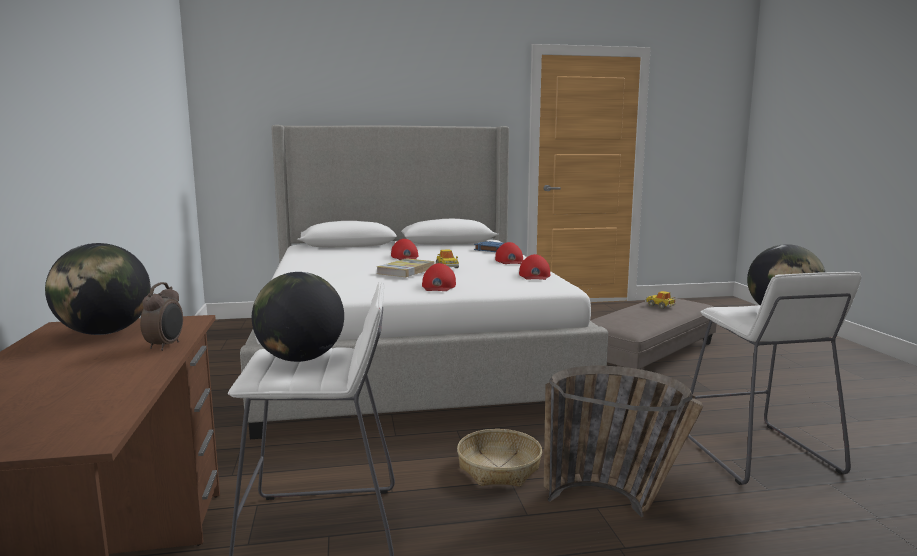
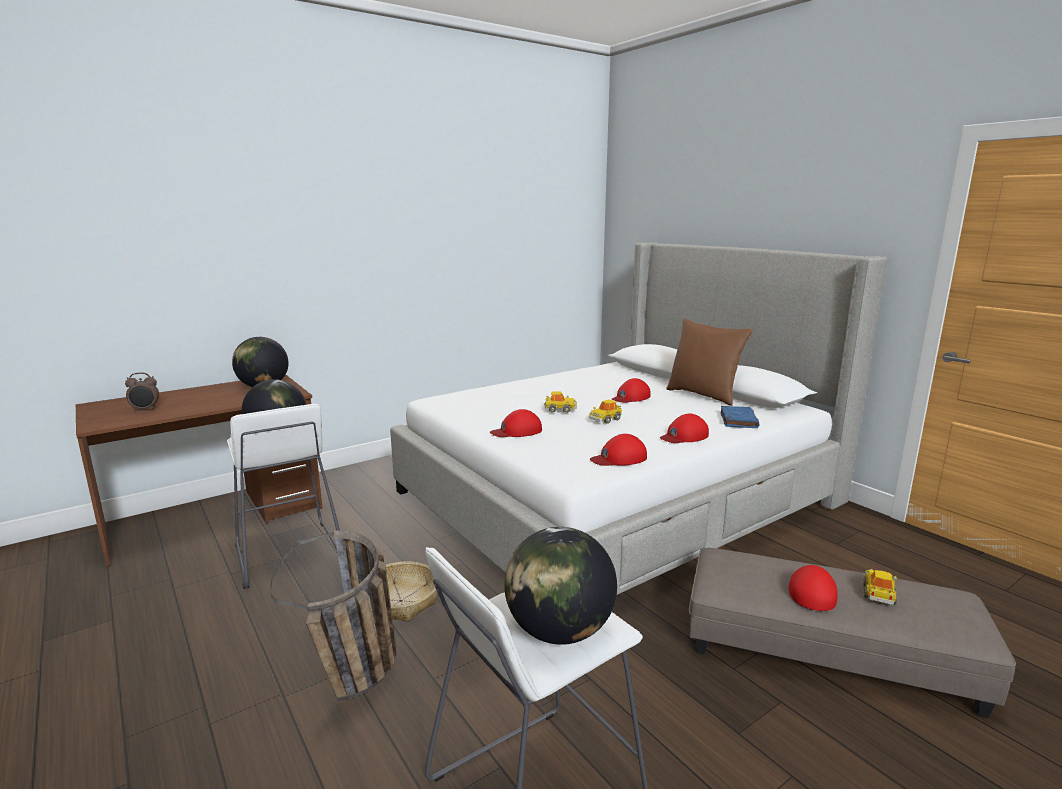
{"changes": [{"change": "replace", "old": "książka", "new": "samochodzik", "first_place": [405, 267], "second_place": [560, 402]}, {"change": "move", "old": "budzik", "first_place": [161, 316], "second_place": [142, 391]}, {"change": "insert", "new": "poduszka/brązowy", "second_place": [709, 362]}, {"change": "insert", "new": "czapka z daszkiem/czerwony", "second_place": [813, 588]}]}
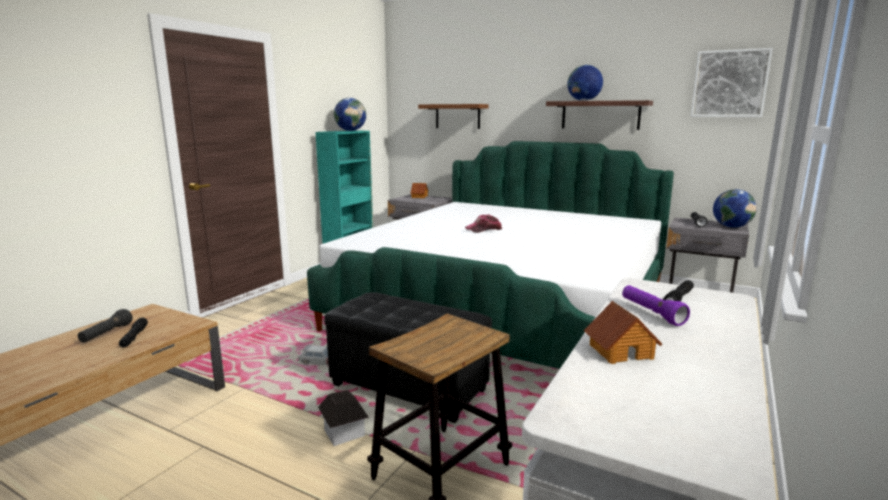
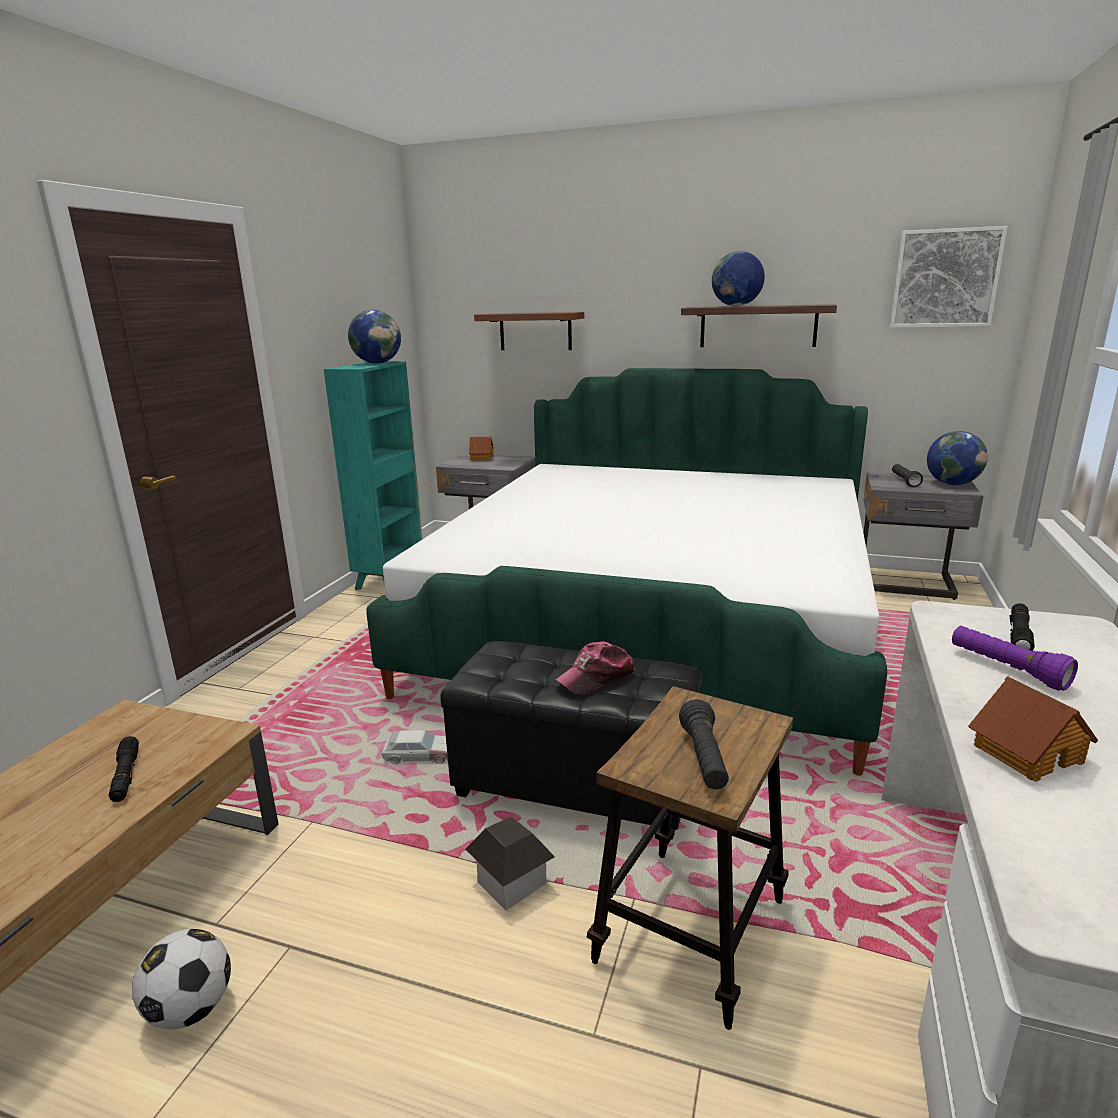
{"changes": [{"change": "move", "old": "czapka z daszkiem", "first_place": [483, 223], "second_place": [595, 668]}, {"change": "move", "old": "latarka/czarny", "first_place": [105, 326], "second_place": [704, 744]}, {"change": "insert", "new": "piłka futbolowa", "second_place": [181, 979]}]}
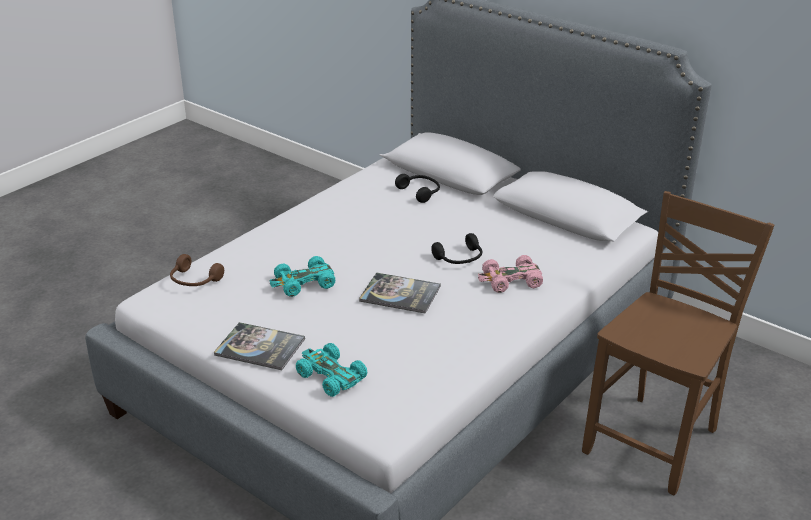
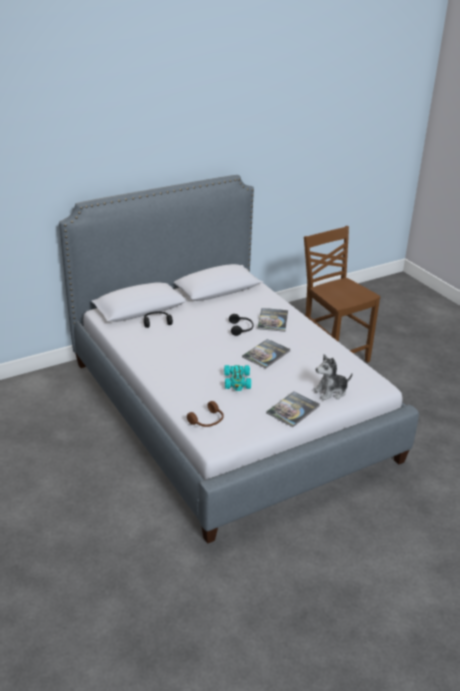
{"changes": [{"change": "replace", "old": "samochodzik/różowy", "new": "książka", "first_place": [510, 274], "second_place": [272, 320]}, {"change": "replace", "old": "samochodzik/turkusowy", "new": "pluszak", "first_place": [331, 370], "second_place": [333, 377]}]}
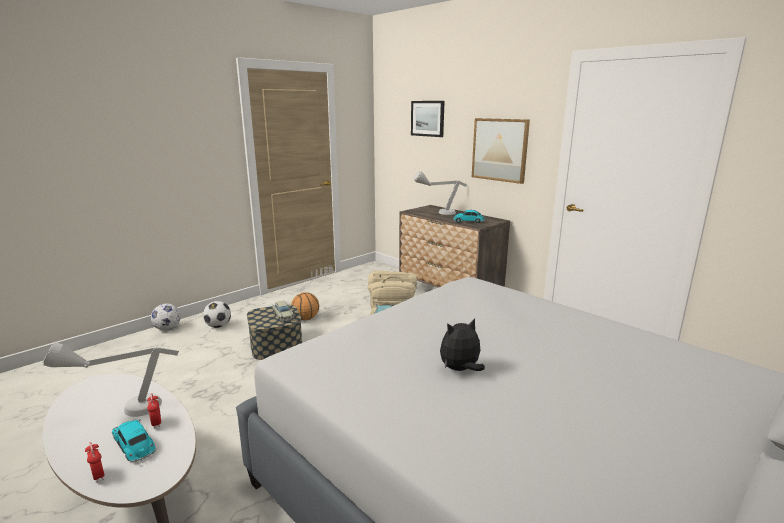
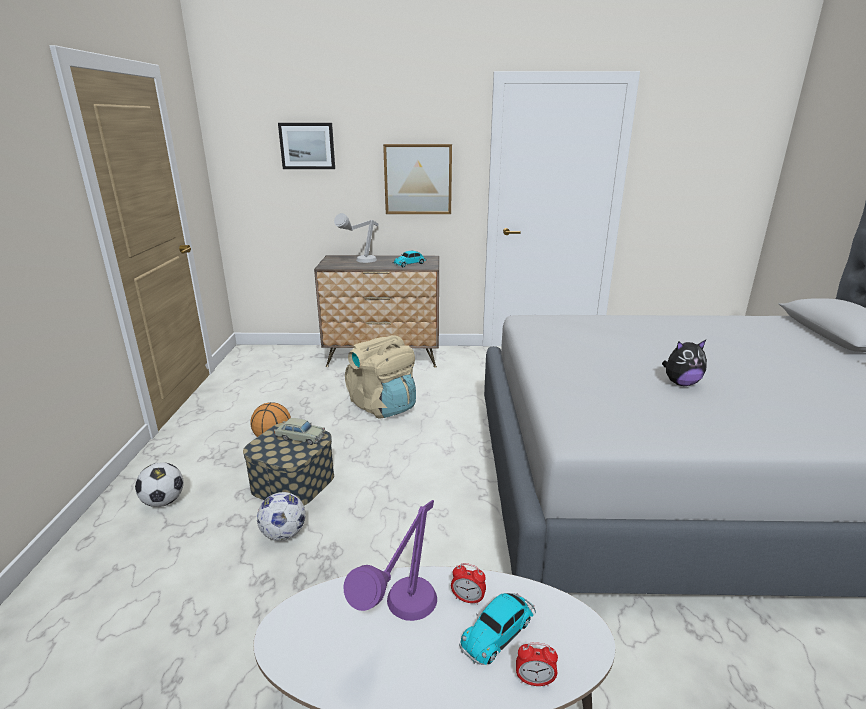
{"changes": [{"change": "move", "old": "piłka futbolowa", "first_place": [166, 317], "second_place": [281, 516]}, {"change": "rotate", "old": "pluszak", "first_place": [462, 344], "second_place": [684, 363], "degrees": -120}, {"change": "recolor", "old": "lampa stołowa/szary", "new": "lampa stołowa/fioletowy", "first_place": [111, 379], "second_place": [390, 560]}, {"change": "rotate", "old": "samochodzik", "first_place": [134, 440], "second_place": [497, 629], "degrees": -45}]}
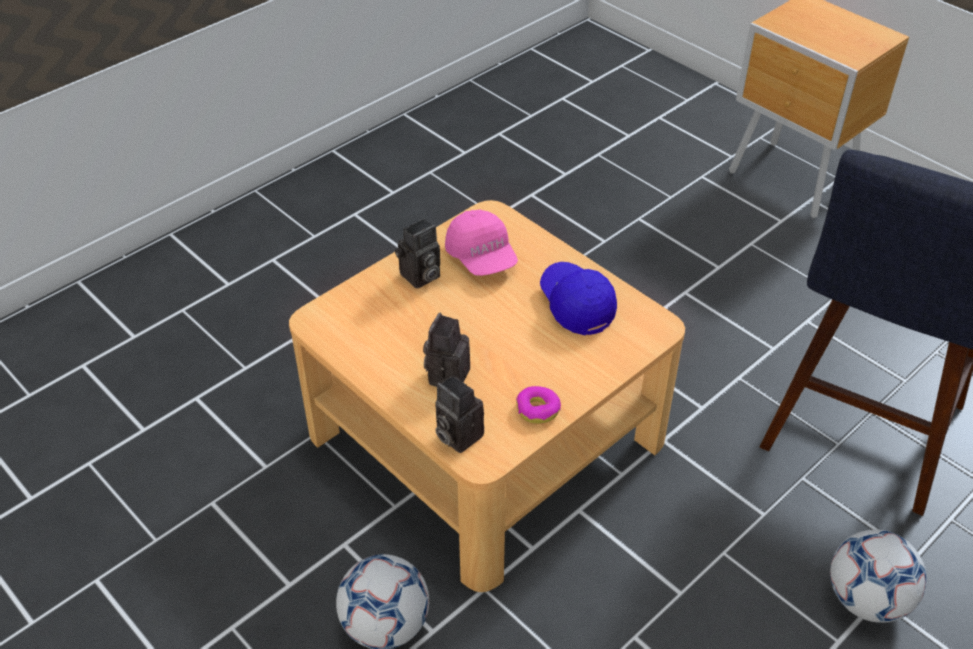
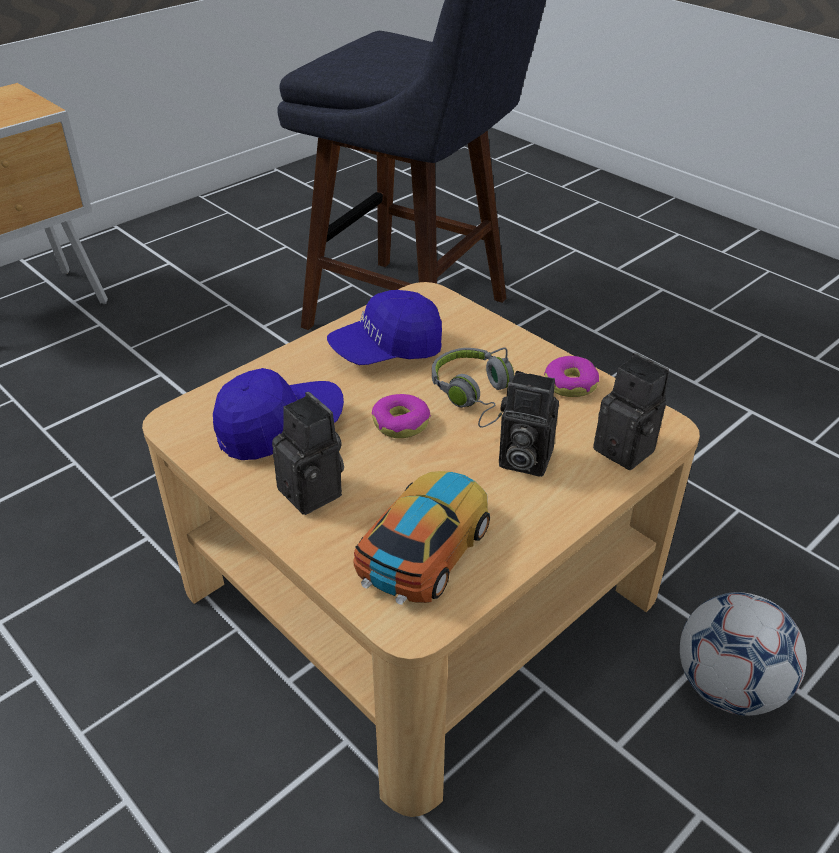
{"changes": [{"change": "recolor", "old": "czapka z daszkiem/różowy", "new": "czapka z daszkiem/niebieski", "first_place": [481, 243], "second_place": [278, 414]}, {"change": "rotate", "old": "aparat fotograficzny", "first_place": [459, 414], "second_place": [631, 411], "degrees": -90}, {"change": "delete", "old": "piłka futbolowa", "first_place": [878, 576]}, {"change": "insert", "new": "słuchawki/szary", "second_place": [473, 387]}, {"change": "insert", "new": "donut", "second_place": [401, 416]}, {"change": "insert", "new": "samochodzik", "second_place": [421, 538]}]}
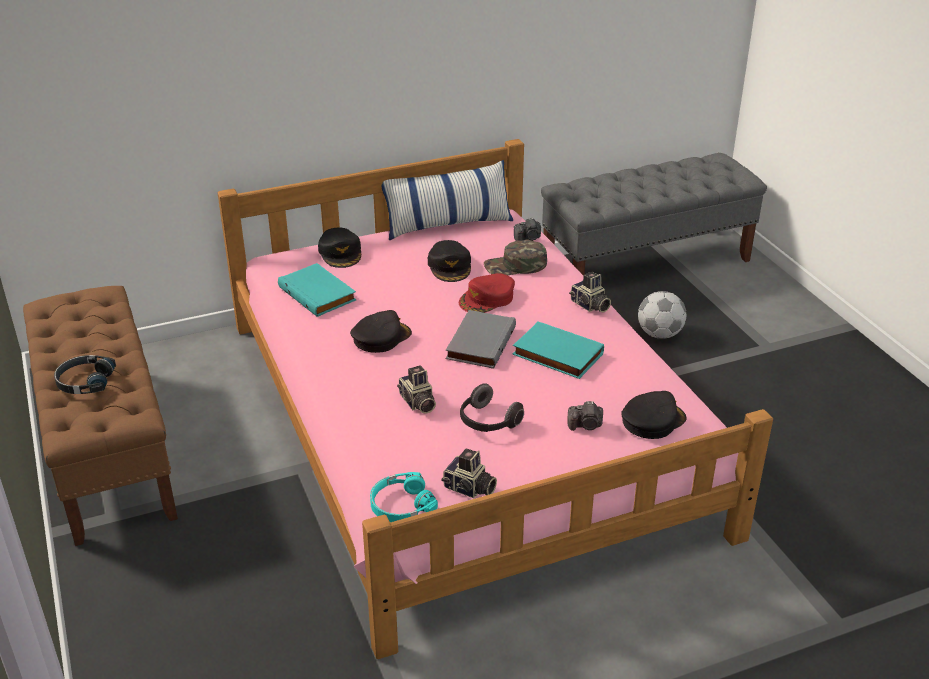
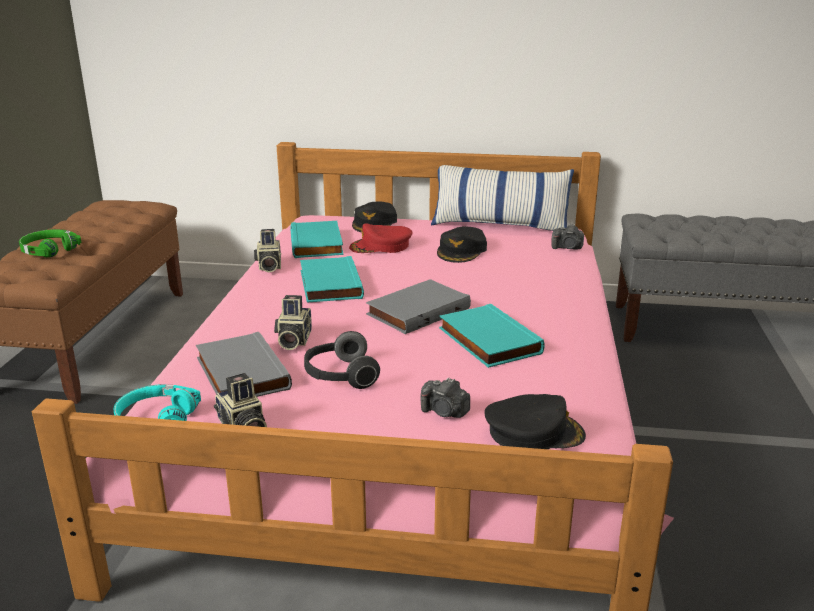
{"changes": [{"change": "delete", "old": "czapka z daszkiem/zielony", "first_place": [515, 257]}, {"change": "move", "old": "aparat fotograficzny", "first_place": [590, 291], "second_place": [267, 251]}, {"change": "move", "old": "czapka z daszkiem/czerwony", "first_place": [487, 293], "second_place": [380, 238]}, {"change": "delete", "old": "piłka futbolowa", "first_place": [662, 315]}, {"change": "replace", "old": "czapka z daszkiem/czarny", "new": "książka/turkusowy", "first_place": [381, 331], "second_place": [332, 279]}, {"change": "recolor", "old": "słuchawki/czarny", "new": "słuchawki/zielony", "first_place": [85, 374], "second_place": [50, 243]}, {"change": "insert", "new": "książka/szary", "second_place": [244, 364]}]}
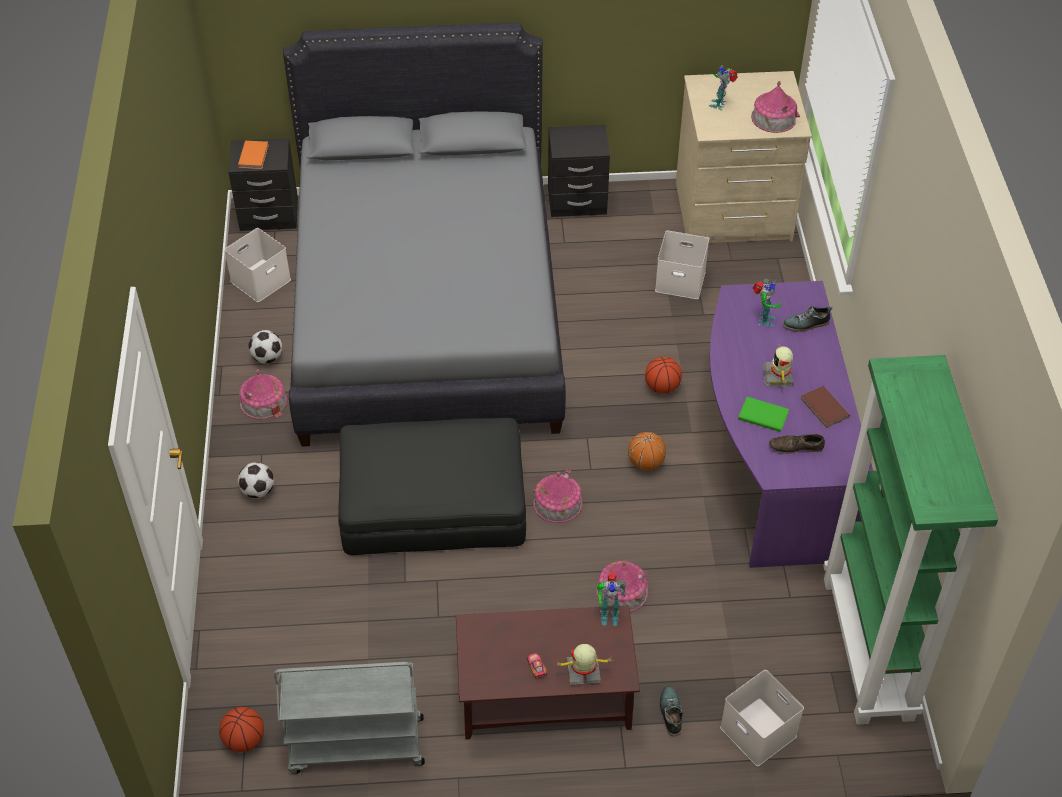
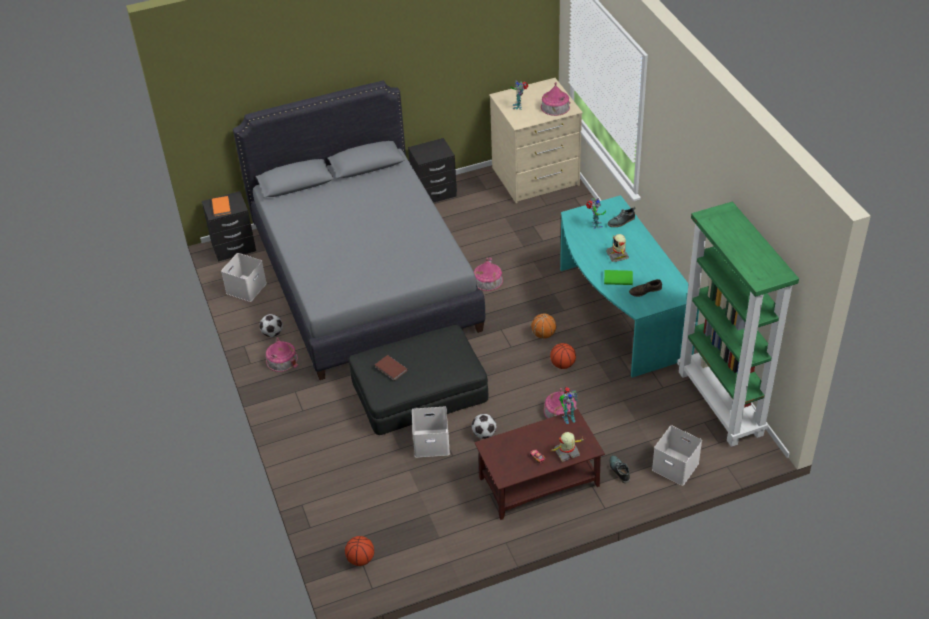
{"changes": [{"change": "move", "old": "pojemnik do przechowywania/biały", "first_place": [682, 264], "second_place": [431, 432]}, {"change": "recolor", "old": "biurko/fioletowy", "new": "biurko/turkusowy", "first_place": [791, 424], "second_place": [629, 286]}, {"change": "move", "old": "piłka do koszykówki", "first_place": [663, 375], "second_place": [563, 356]}, {"change": "move", "old": "książka/brązowy", "first_place": [825, 407], "second_place": [391, 368]}, {"change": "move", "old": "piłka futbolowa", "first_place": [256, 480], "second_place": [484, 426]}, {"change": "move", "old": "domek", "first_place": [558, 495], "second_place": [488, 274]}, {"change": "delete", "old": "wózek/szary", "first_place": [349, 718]}]}
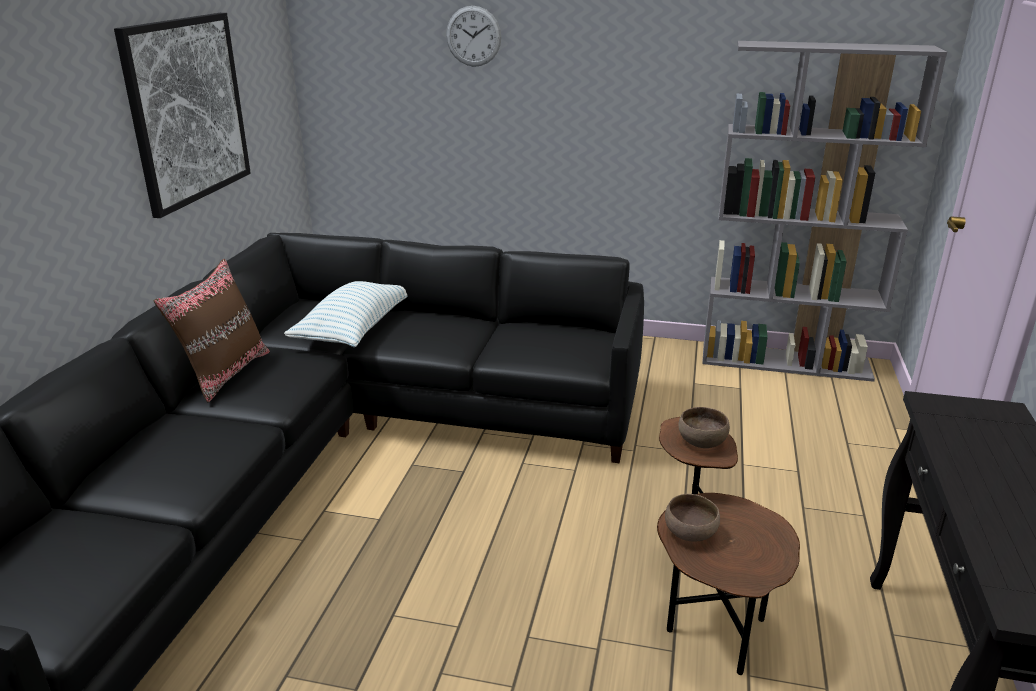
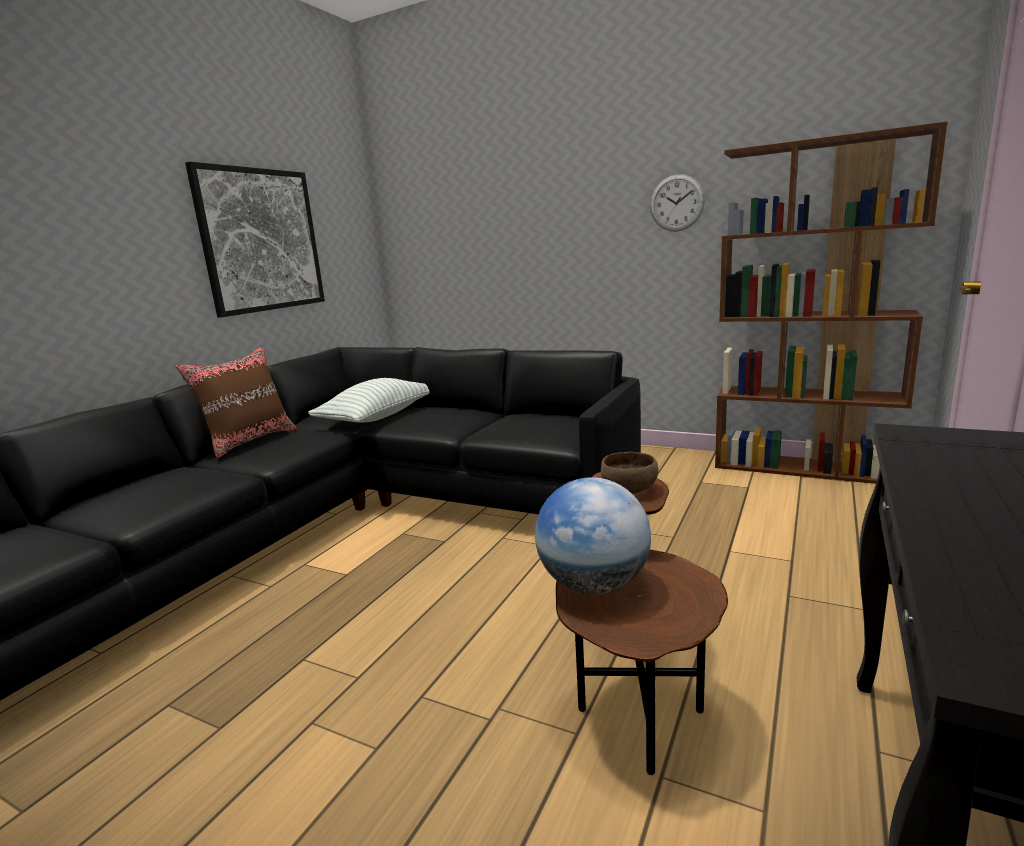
{"changes": [{"change": "move", "old": "zegar ścienny", "first_place": [473, 36], "second_place": [677, 203]}, {"change": "recolor", "old": "regał/szary", "new": "regał/brązowy", "first_place": [824, 211], "second_place": [831, 302]}, {"change": "replace", "old": "miska/brązowy", "new": "globus", "first_place": [692, 517], "second_place": [593, 536]}]}
